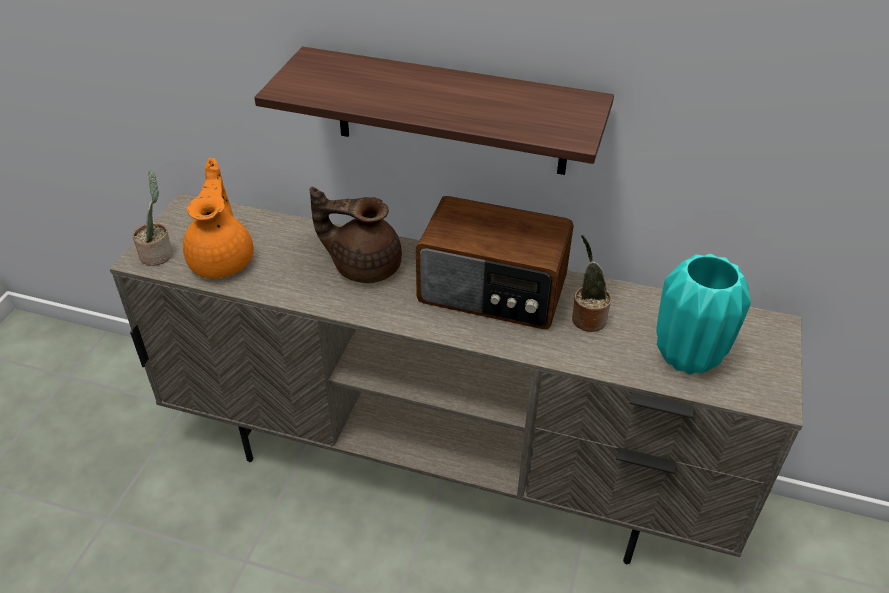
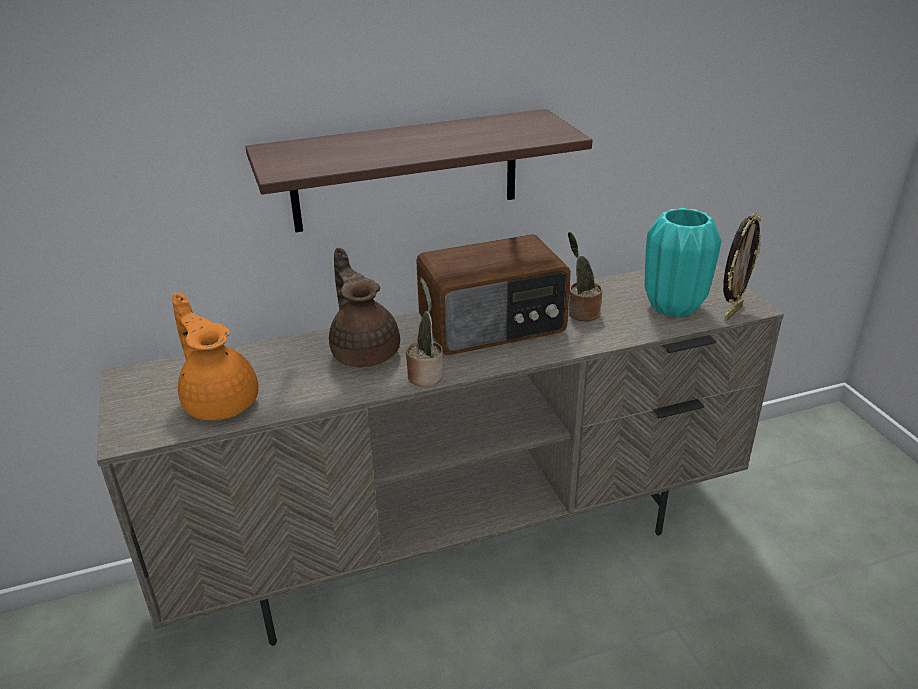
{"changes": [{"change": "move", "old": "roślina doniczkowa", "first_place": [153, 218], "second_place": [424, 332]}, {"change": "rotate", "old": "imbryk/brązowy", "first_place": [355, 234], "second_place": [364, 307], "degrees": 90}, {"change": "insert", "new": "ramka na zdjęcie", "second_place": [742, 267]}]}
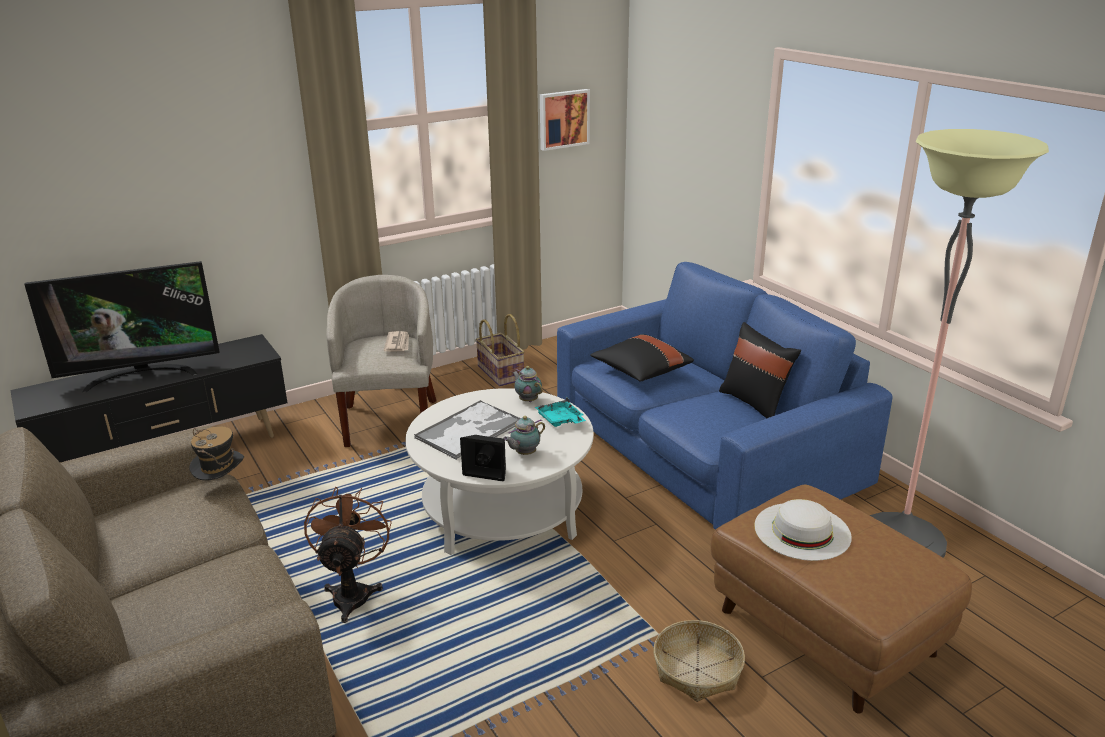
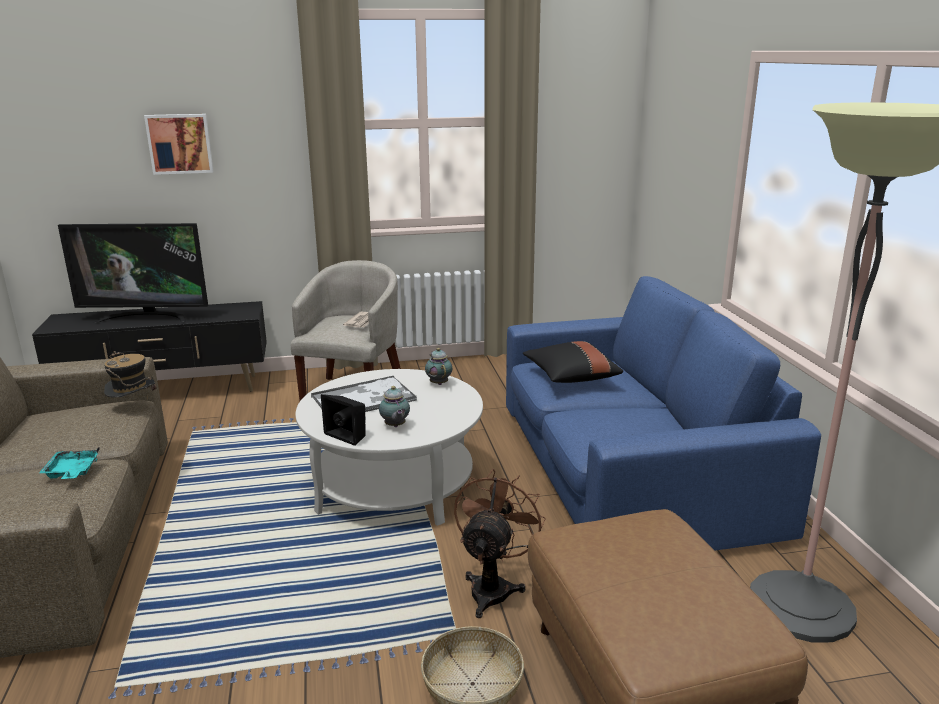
{"changes": [{"change": "move", "old": "obraz", "first_place": [565, 120], "second_place": [179, 144]}, {"change": "delete", "old": "koszyk", "first_place": [500, 350]}, {"change": "delete", "old": "poduszka/czarny", "first_place": [760, 370]}, {"change": "move", "old": "taca/turkusowy", "first_place": [560, 412], "second_place": [69, 462]}, {"change": "rotate", "old": "imbryk", "first_place": [524, 435], "second_place": [394, 406], "degrees": -90}, {"change": "move", "old": "wentylator/brązowy", "first_place": [348, 555], "second_place": [500, 543]}, {"change": "delete", "old": "kapelusz/biały", "first_place": [803, 530]}]}
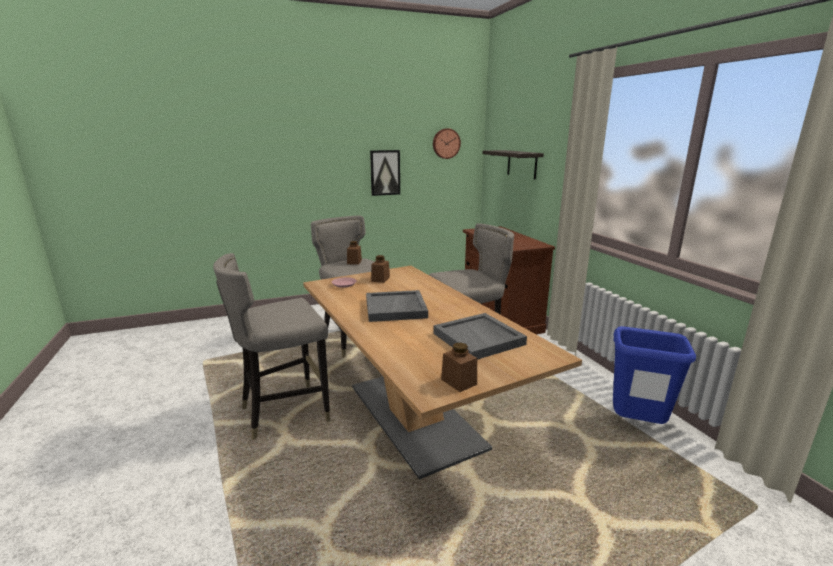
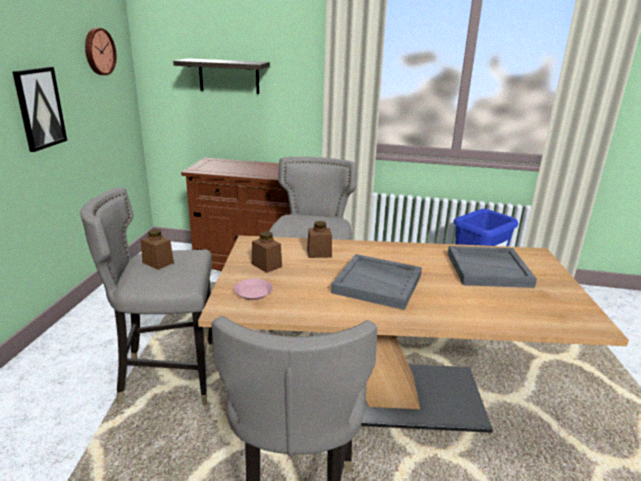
{"changes": [{"change": "move", "old": "słoik/brązowy", "first_place": [459, 367], "second_place": [319, 239]}]}
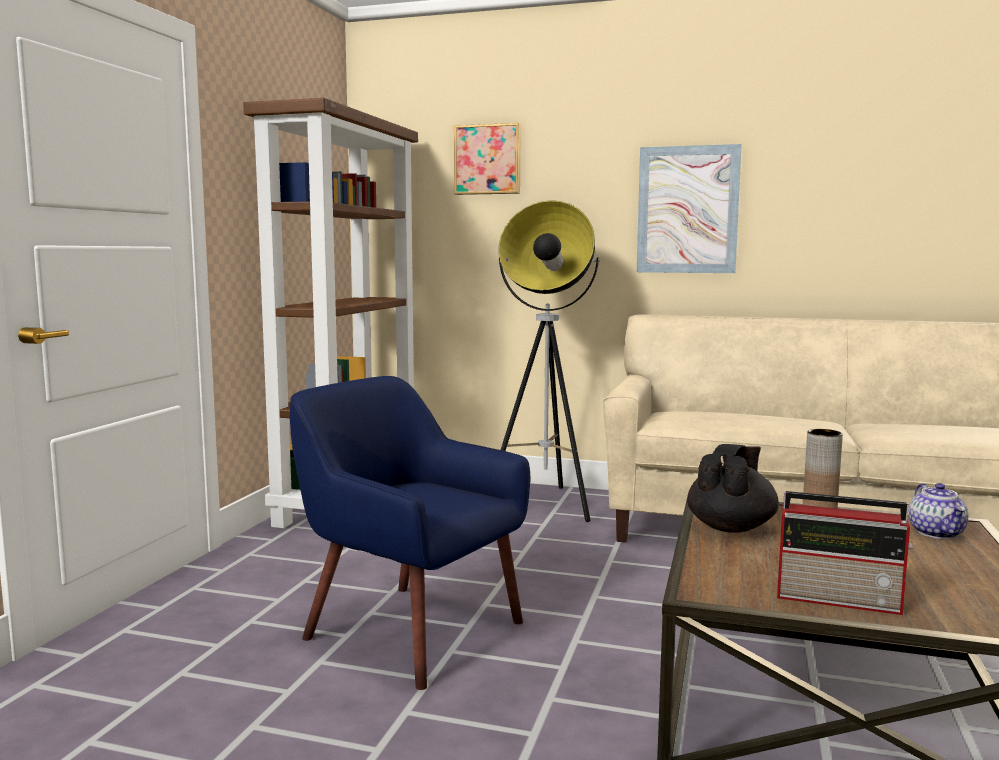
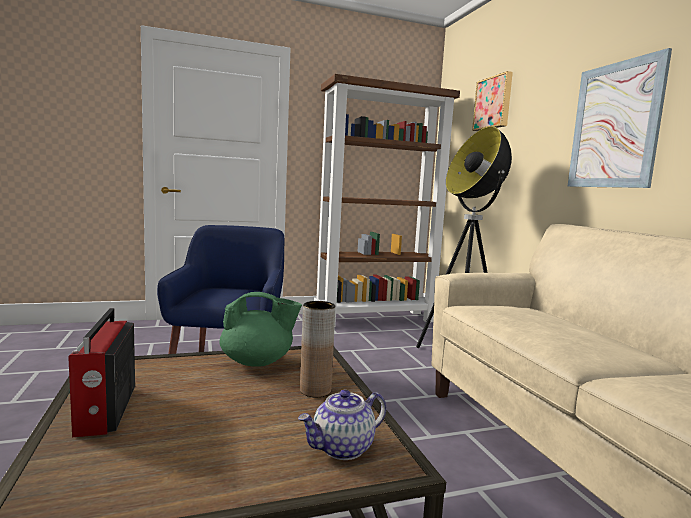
{"changes": [{"change": "recolor", "old": "imbryk/czarny", "new": "imbryk/zielony", "first_place": [733, 488], "second_place": [261, 329]}]}
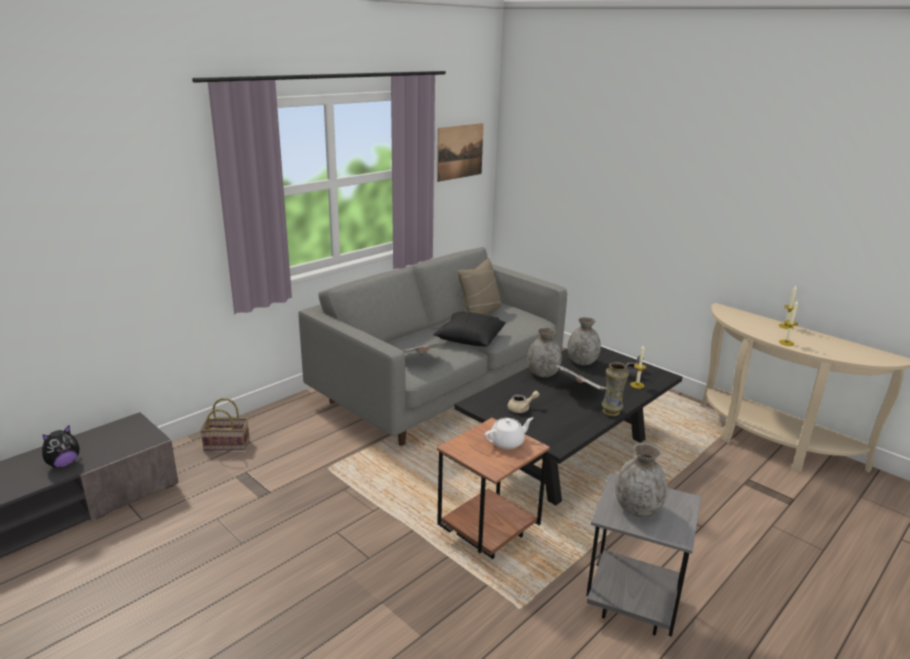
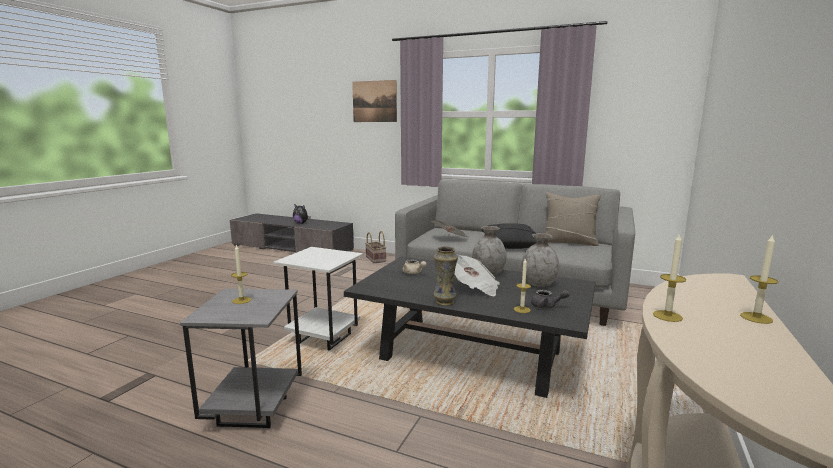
{"changes": [{"change": "move", "old": "obraz", "first_place": [460, 152], "second_place": [374, 101]}, {"change": "delete", "old": "imbryk/biały", "first_place": [508, 433]}, {"change": "recolor", "old": "stolik/brązowy", "new": "stolik/biały", "first_place": [493, 488], "second_place": [318, 298]}, {"change": "replace", "old": "wazon/szary", "new": "świeca", "first_place": [641, 480], "second_place": [241, 274]}]}
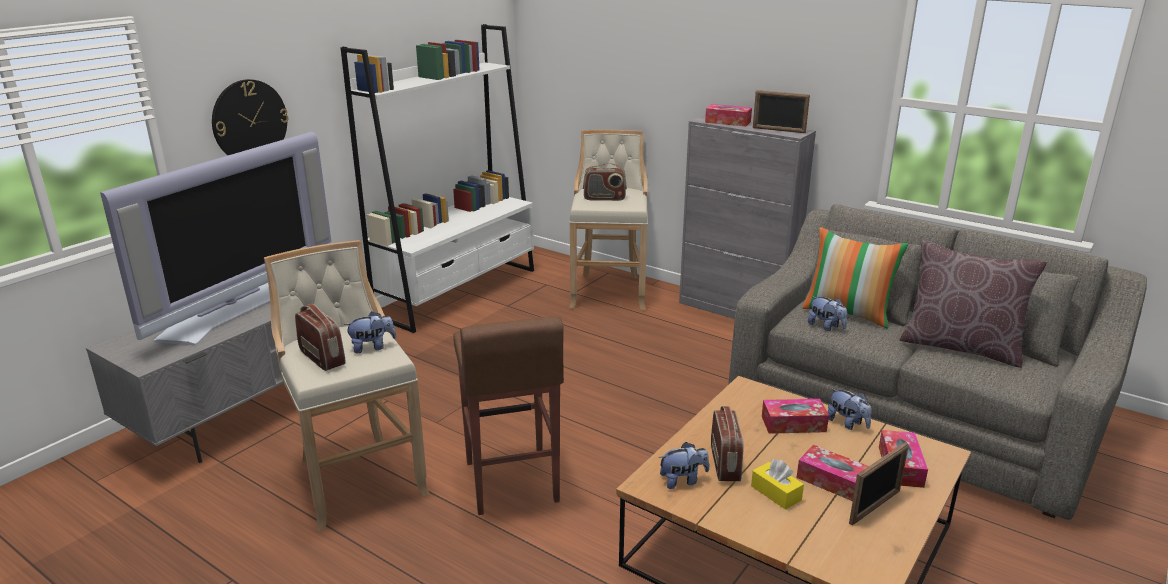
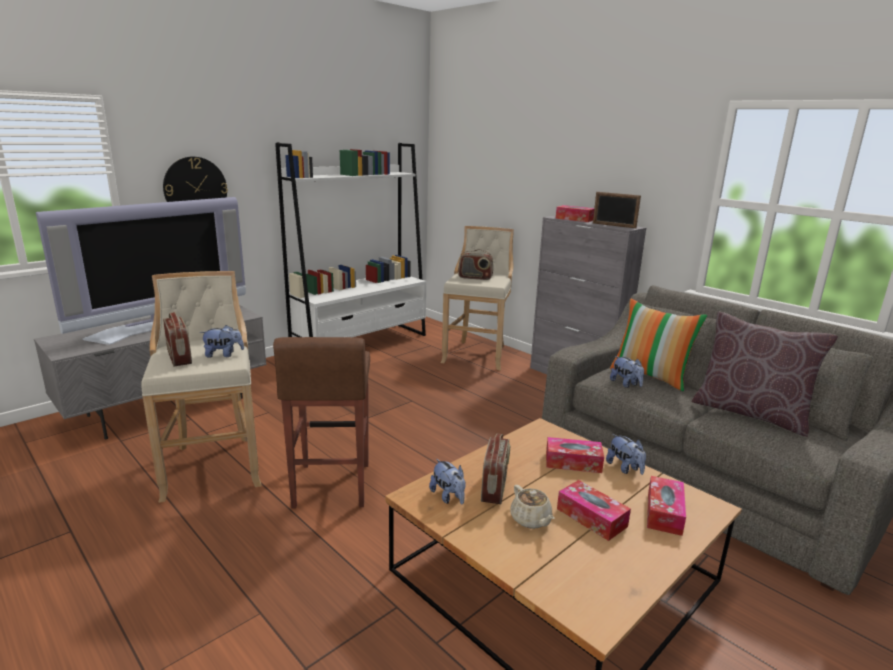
{"changes": [{"change": "rotate", "old": "pluszak", "first_place": [684, 465], "second_place": [447, 481], "degrees": 60}, {"change": "delete", "old": "ramka na zdjęcie", "first_place": [879, 483]}, {"change": "replace", "old": "pudełko chusteczek/żółty", "new": "imbryk/beżowy", "first_place": [777, 484], "second_place": [532, 507]}]}
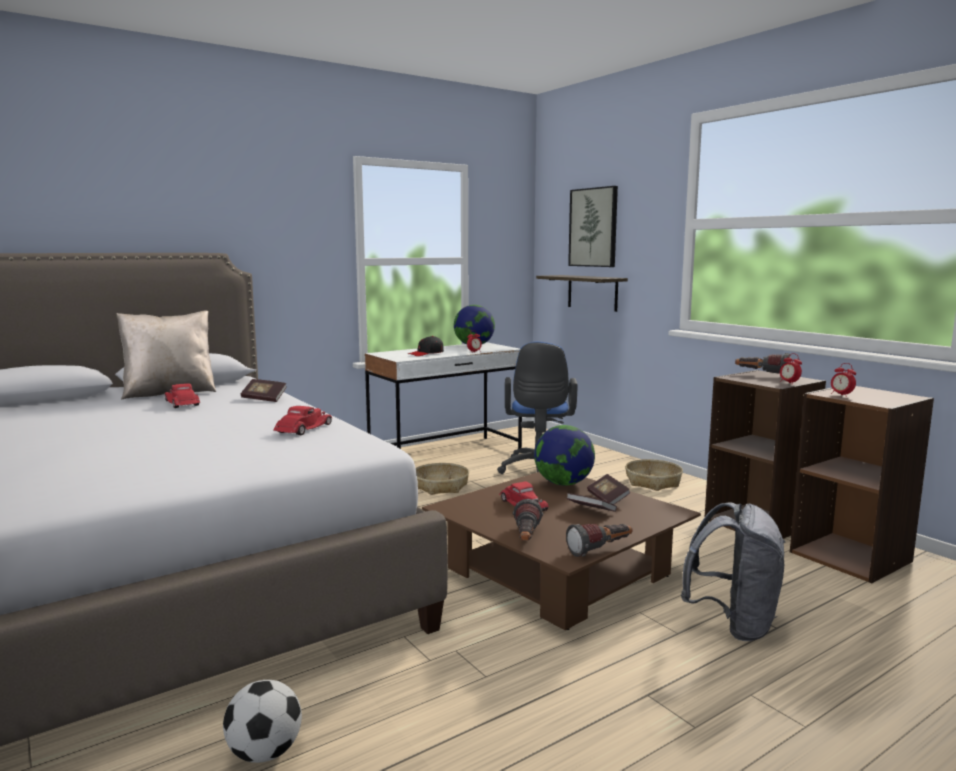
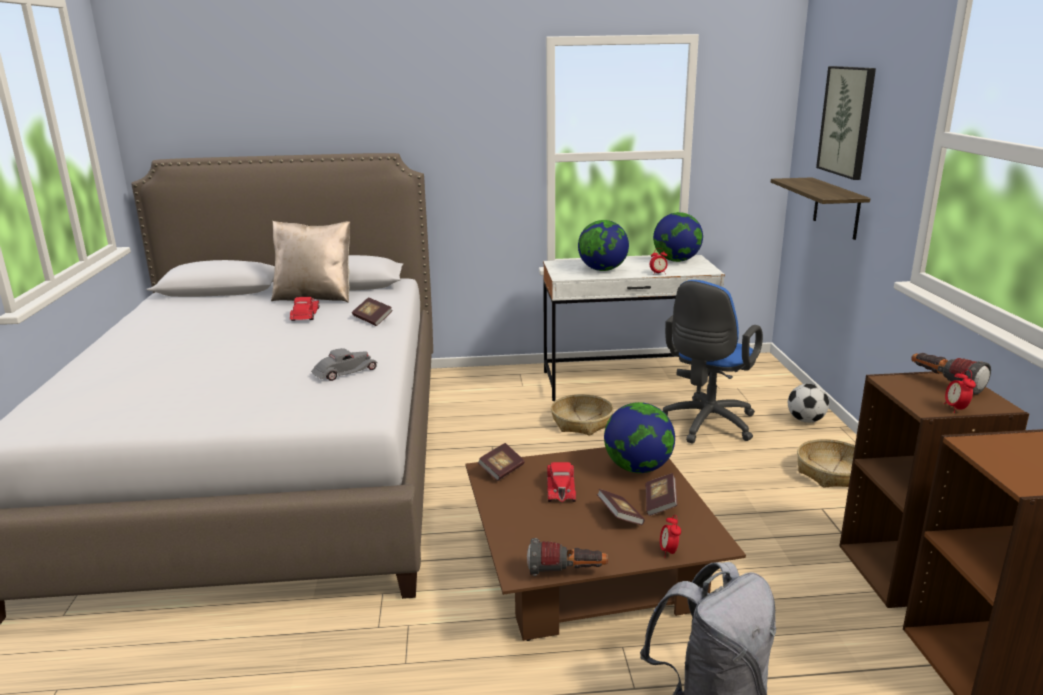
{"changes": [{"change": "replace", "old": "czapka z daszkiem/czarny", "new": "globus", "first_place": [426, 346], "second_place": [603, 245]}, {"change": "move", "old": "budzik", "first_place": [843, 380], "second_place": [670, 536]}, {"change": "recolor", "old": "samochodzik/czerwony", "new": "samochodzik/szary", "first_place": [302, 420], "second_place": [344, 364]}, {"change": "delete", "old": "latarka", "first_place": [528, 520]}, {"change": "move", "old": "piłka futbolowa", "first_place": [262, 721], "second_place": [808, 403]}, {"change": "insert", "new": "książka", "second_place": [500, 462]}]}
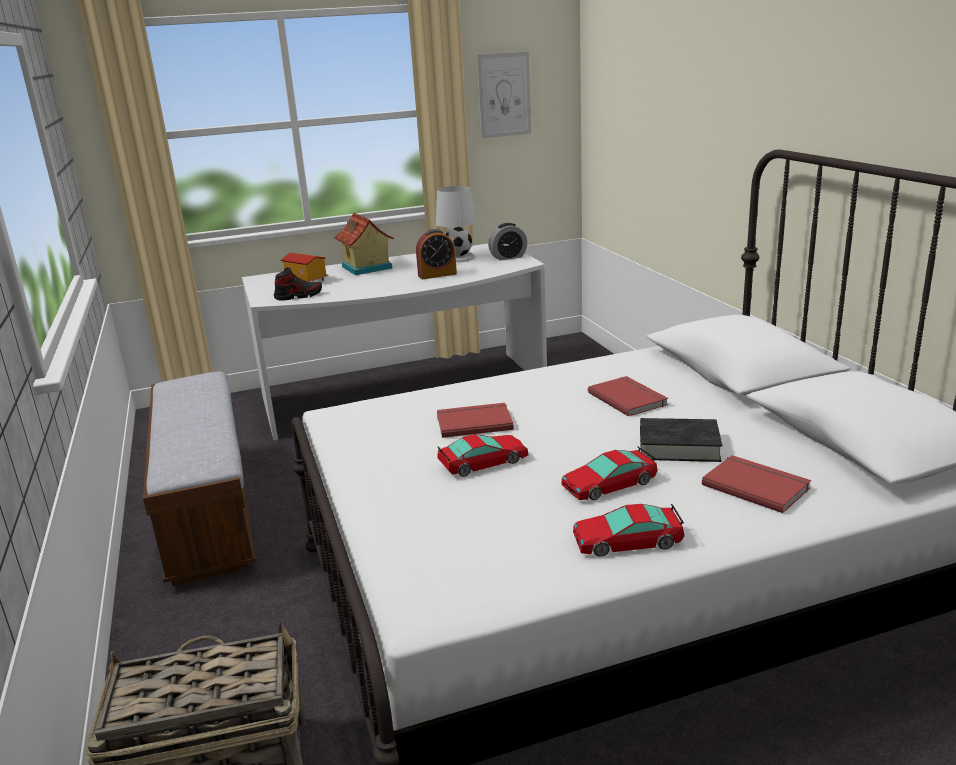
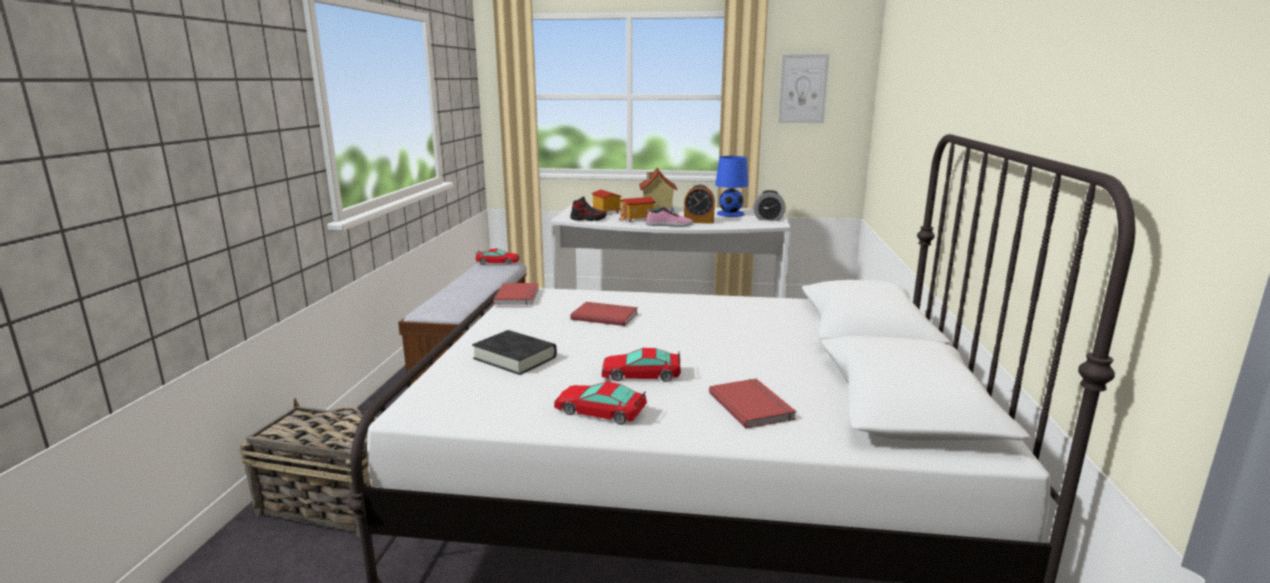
{"changes": [{"change": "recolor", "old": "lampa stołowa/biały", "new": "lampa stołowa/niebieski", "first_place": [456, 224], "second_place": [731, 186]}, {"change": "move", "old": "książka/czerwony", "first_place": [628, 396], "second_place": [516, 294]}, {"change": "move", "old": "książka/czarny", "first_place": [681, 440], "second_place": [514, 352]}, {"change": "move", "old": "samochodzik", "first_place": [482, 455], "second_place": [497, 257]}, {"change": "insert", "new": "domek", "second_place": [637, 209]}, {"change": "insert", "new": "but", "second_place": [669, 217]}]}
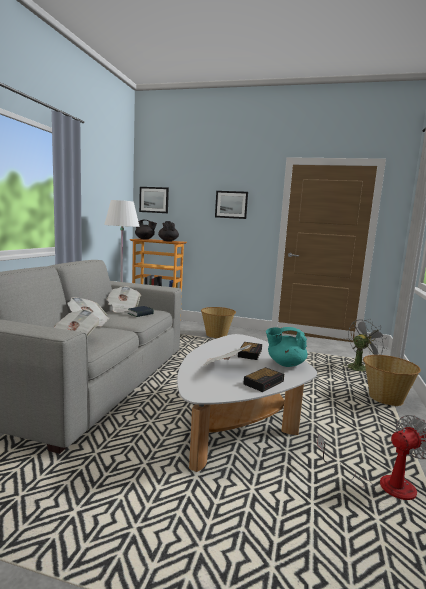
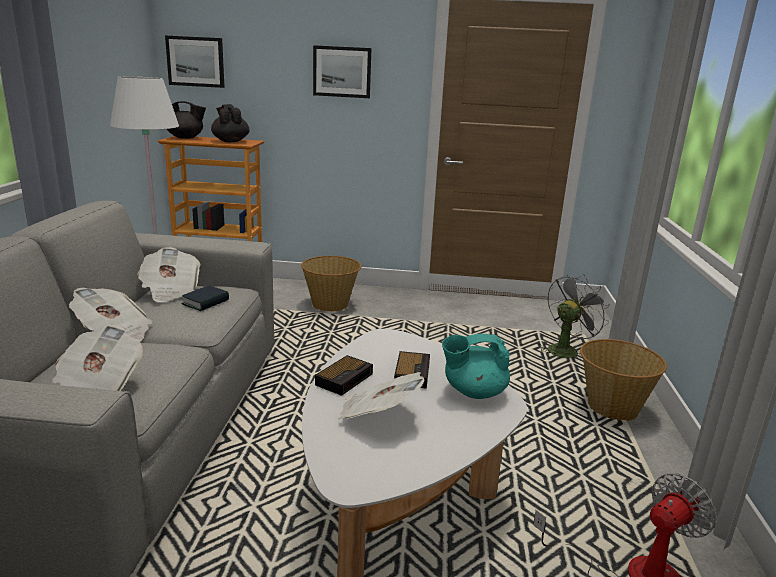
{"changes": [{"change": "move", "old": "budzik", "first_place": [263, 379], "second_place": [344, 375]}]}
